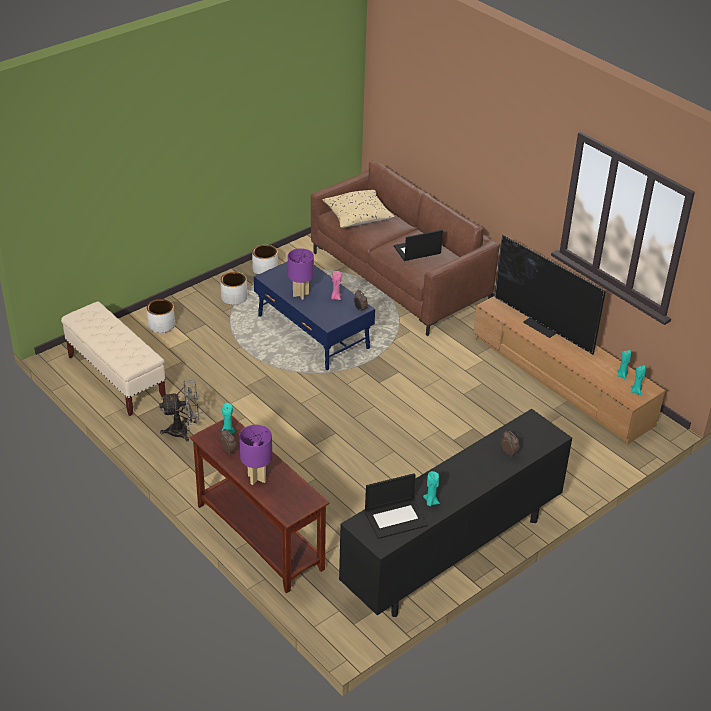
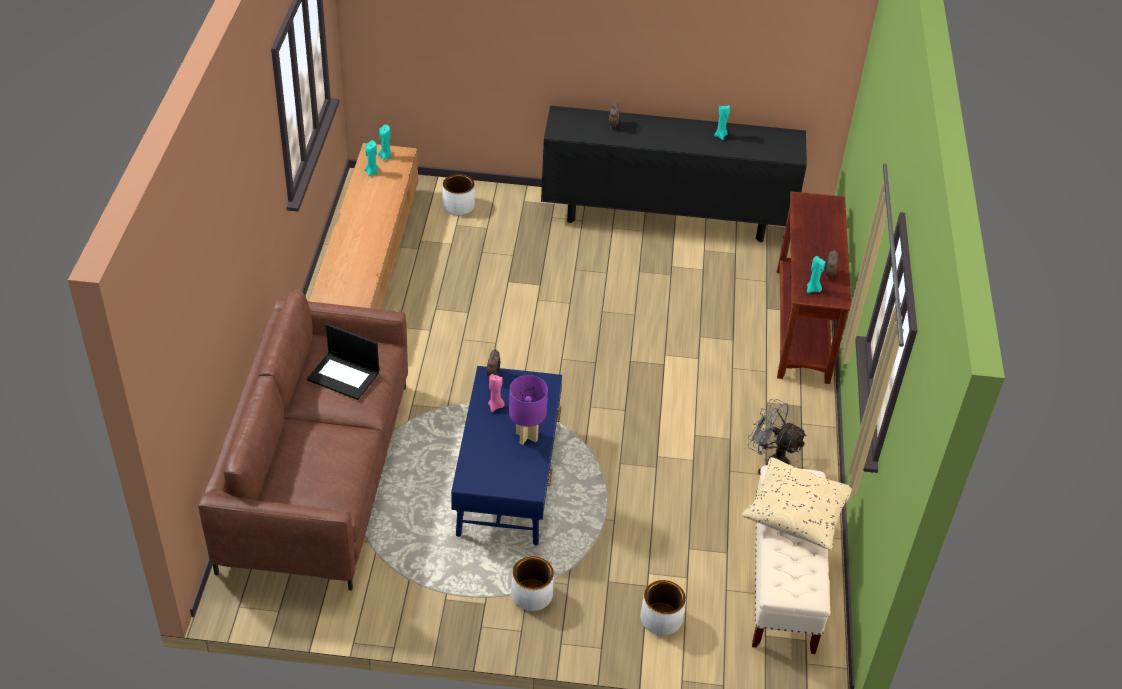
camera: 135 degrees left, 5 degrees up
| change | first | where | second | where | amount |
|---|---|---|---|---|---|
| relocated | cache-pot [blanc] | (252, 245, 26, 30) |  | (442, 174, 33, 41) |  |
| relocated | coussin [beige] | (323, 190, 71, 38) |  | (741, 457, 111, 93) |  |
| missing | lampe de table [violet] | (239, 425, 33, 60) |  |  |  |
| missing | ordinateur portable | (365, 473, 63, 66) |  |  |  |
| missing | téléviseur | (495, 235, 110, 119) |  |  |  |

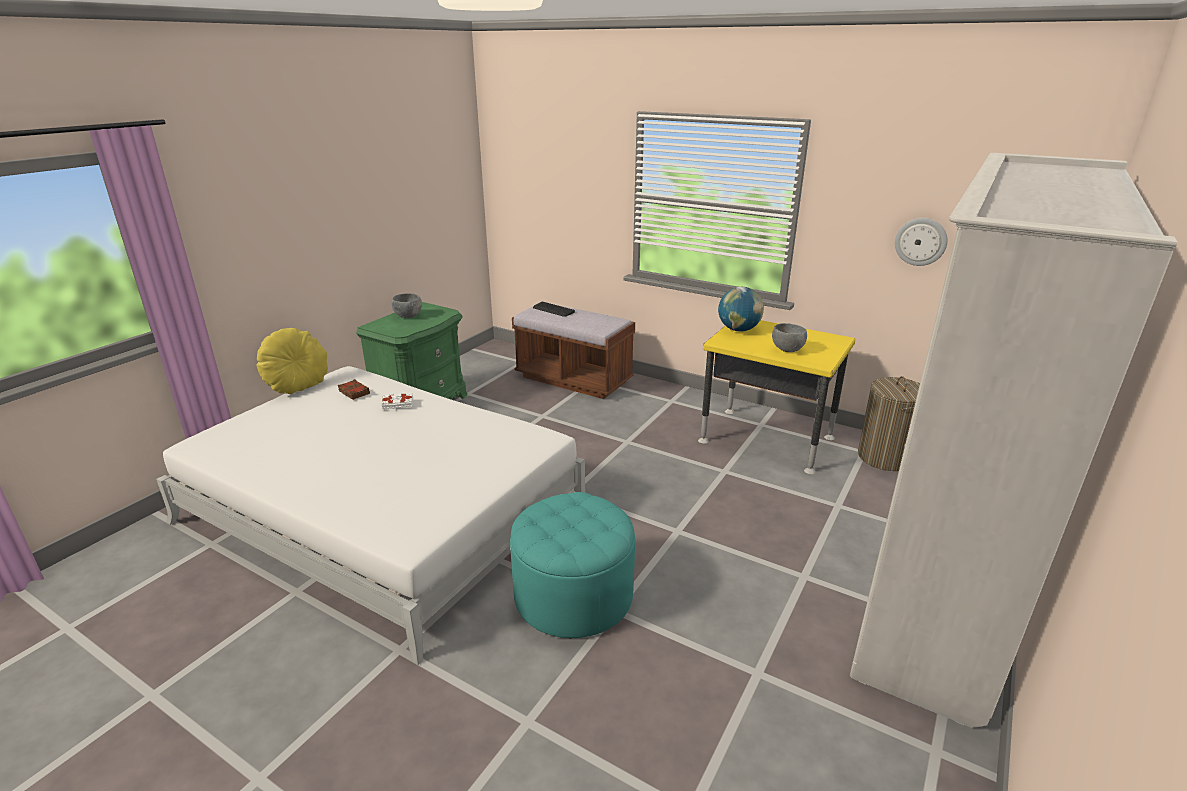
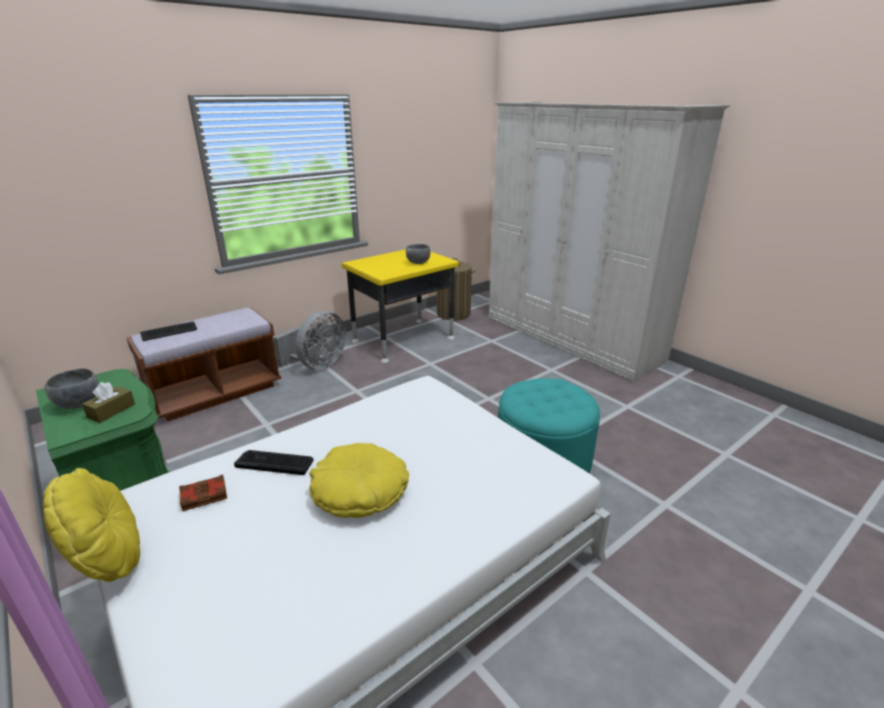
camera: 70 degrees left, 0 degrees up
| change | first | where | second | where | amount |
|---|---|---|---|---|---|
| appeared |  |  | boîte à mouchoirs [marron] | (82, 382, 53, 41) |  |
| exchanged | livre [blanc] | (381, 392, 32, 18) | clavier | (234, 450, 80, 25) |  |
| appeared |  |  | ventilateur [gris] | (273, 310, 73, 60) |  |
| appeared |  |  | coussin [jaune] | (309, 443, 100, 75) |  |
| missing | globe | (718, 287, 46, 45) |  |  |  |
| missing | horloge murale | (895, 218, 53, 48) |  |  |  |

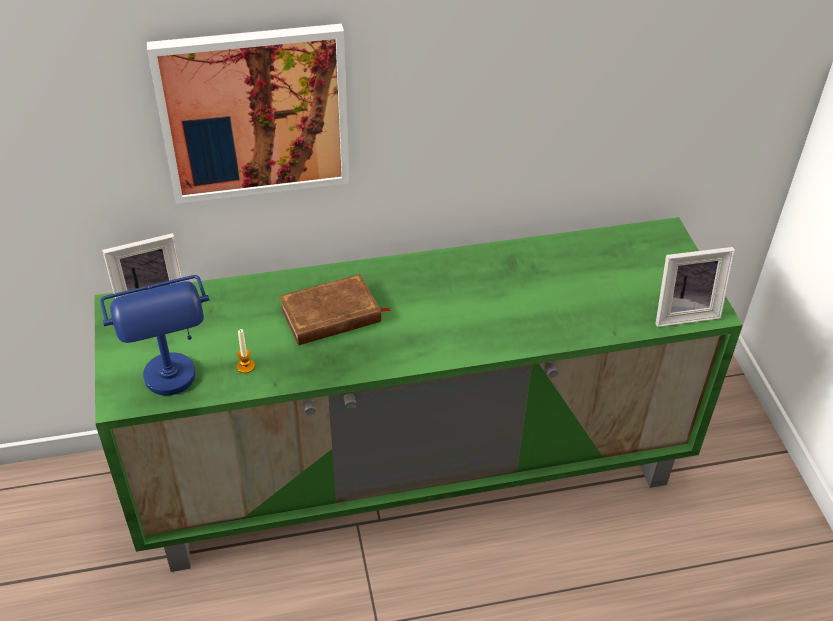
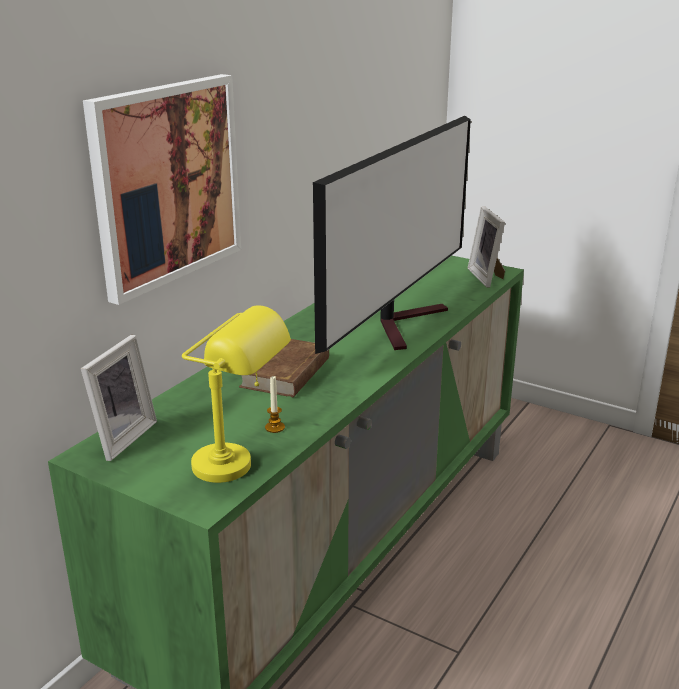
camera: 45 degrees left, 20 degrees down
| change | first | where | second | where | amount |
|---|---|---|---|---|---|
| colour | lampe de table [bleu] | (100, 275, 109, 121) | lampe de table [jaune] | (182, 305, 109, 178) |  |
| appeared |  |  | téléviseur | (313, 116, 158, 238) |  |
| spun | cadre photo | (655, 247, 80, 80) |  | (468, 206, 37, 82) | 135 degrees clockwise |

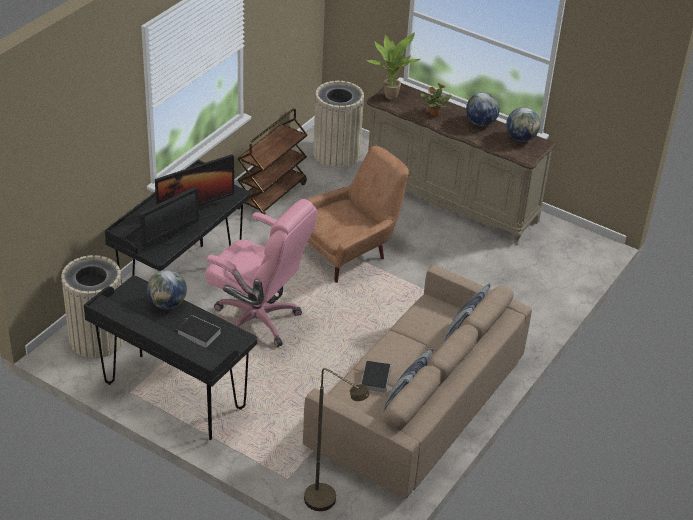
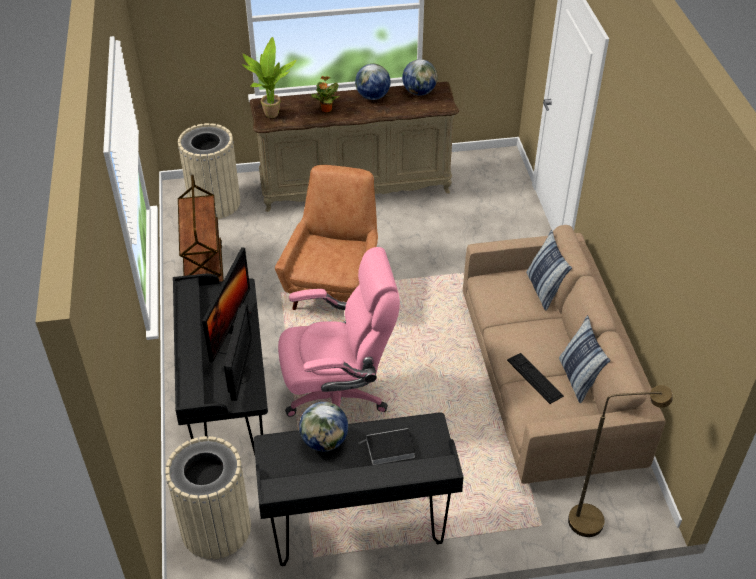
camera: 40 degrees left, 5 degrees up
| change | first | where | second | where | amount |
|---|---|---|---|---|---|
| exchanged | livre | (361, 361, 30, 32) | clavier | (507, 353, 57, 51) |  |

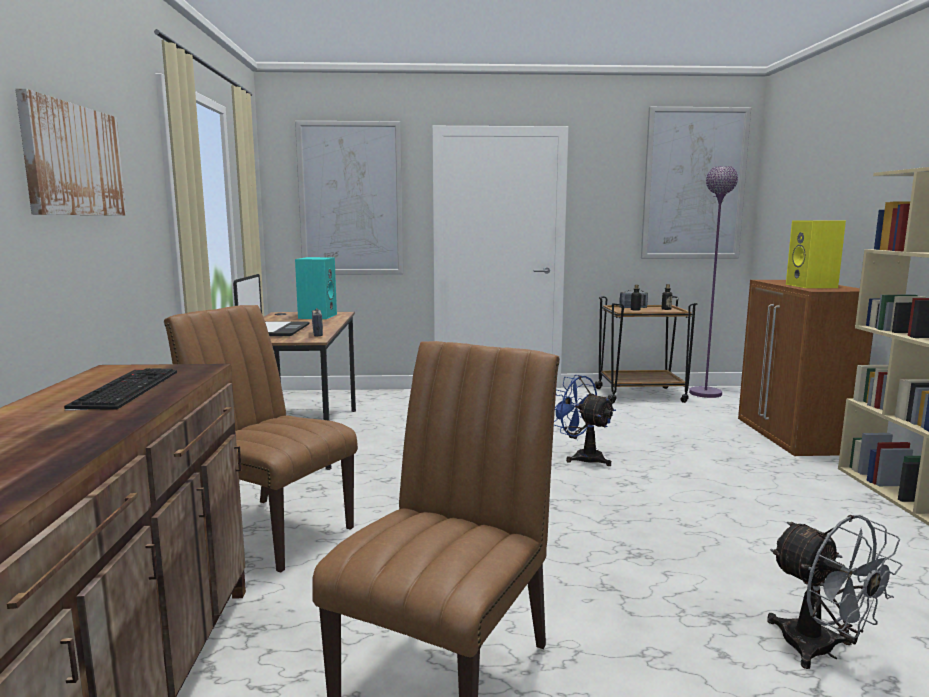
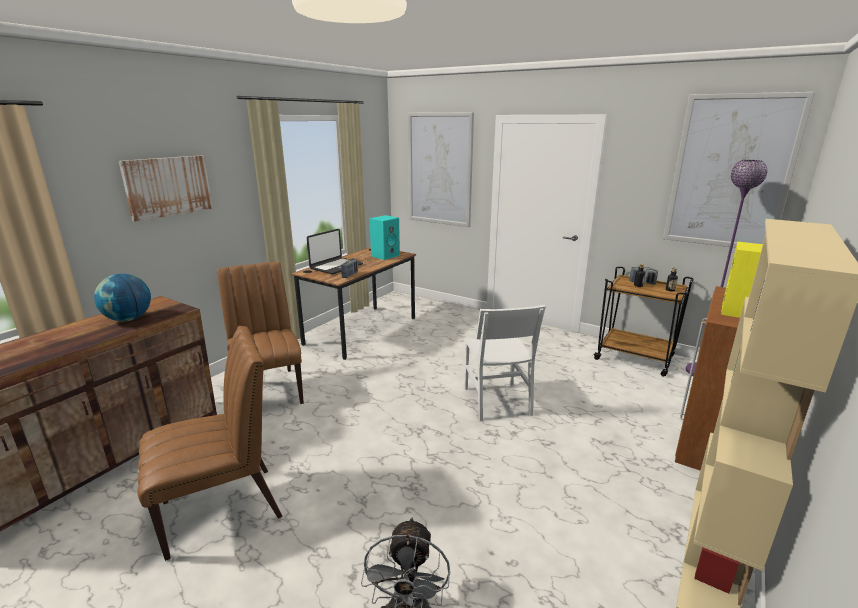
camera: 35 degrees right, 10 degrees up
| change | first | where | second | where | amount |
|---|---|---|---|---|---|
| exchanged | clavier | (64, 368, 113, 43) | globe | (94, 274, 57, 47) |  |
| exchanged | ventilateur [bleu] | (554, 375, 62, 91) | chaise [blanc] | (464, 305, 82, 116) |  |

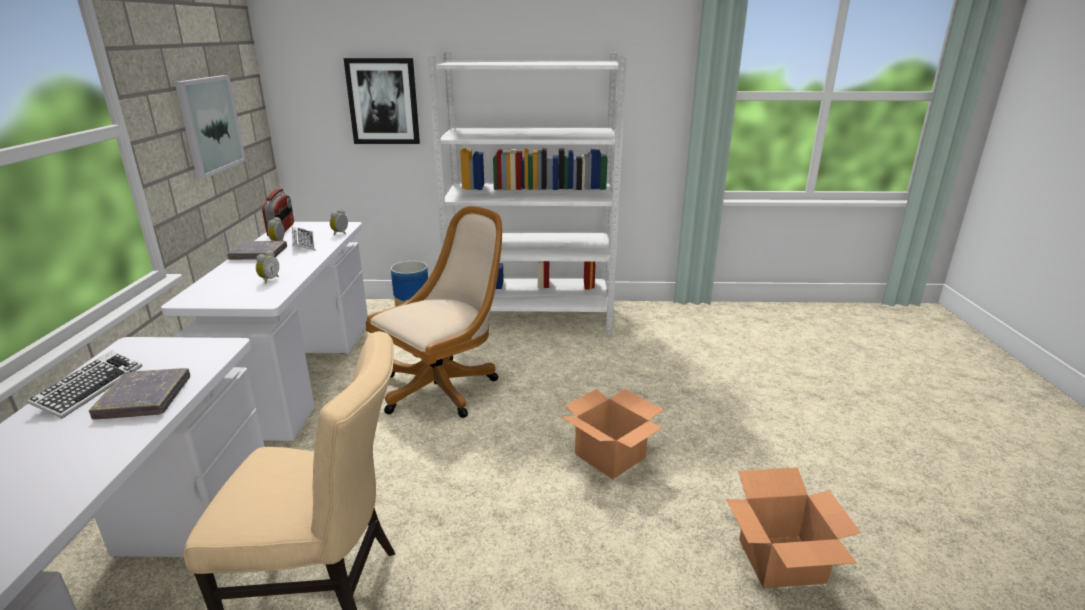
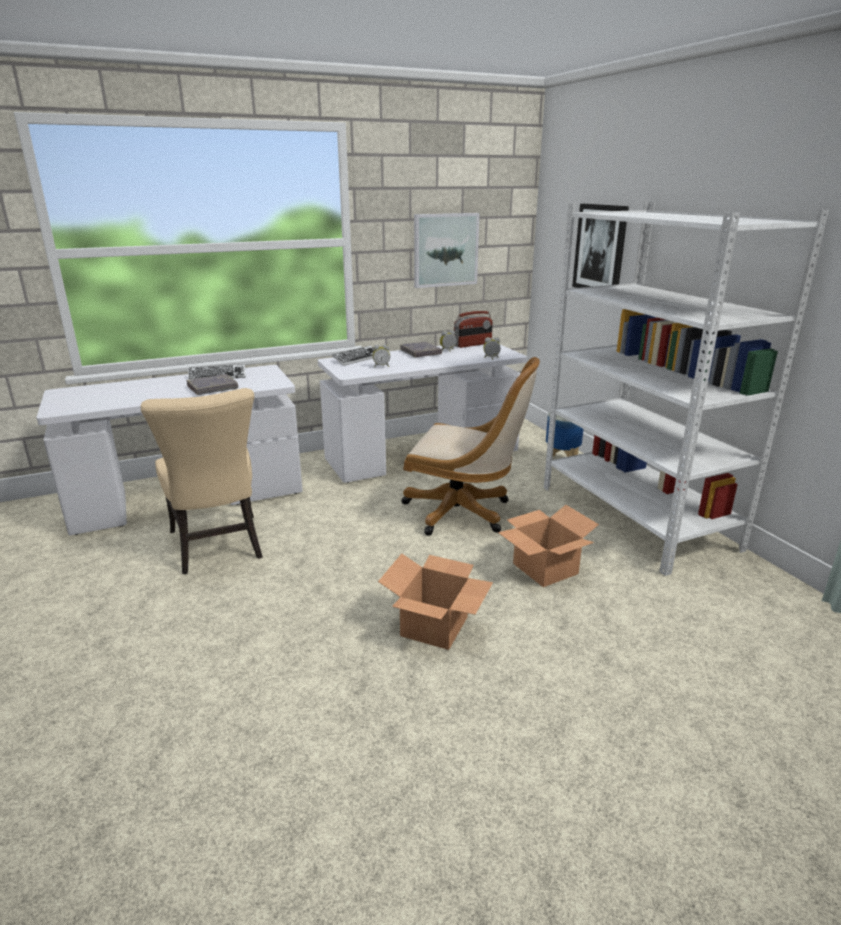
camera: 65 degrees right, 0 degrees up
| change | first | where | second | where | amount |
|---|---|---|---|---|---|
| relocated | clavier | (292, 227, 24, 24) |  | (332, 346, 42, 20) |  |
| relocated | carton | (726, 467, 135, 121) |  | (498, 505, 101, 82) |  |

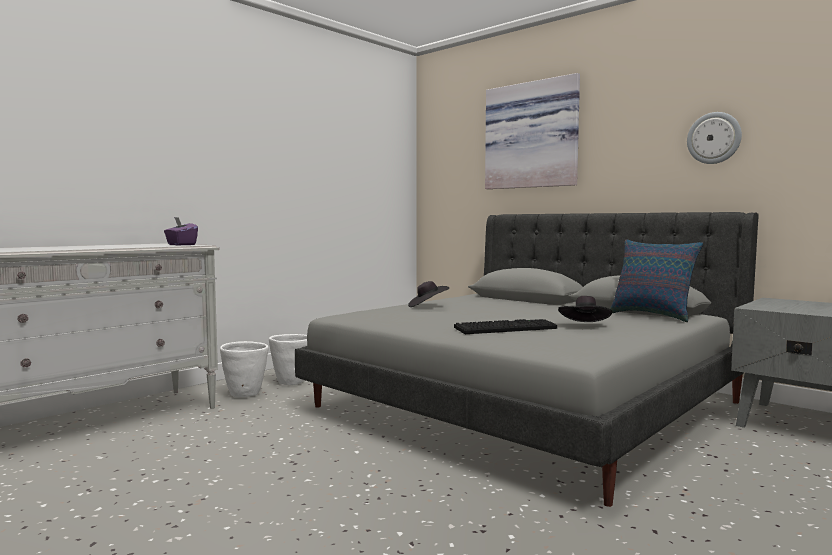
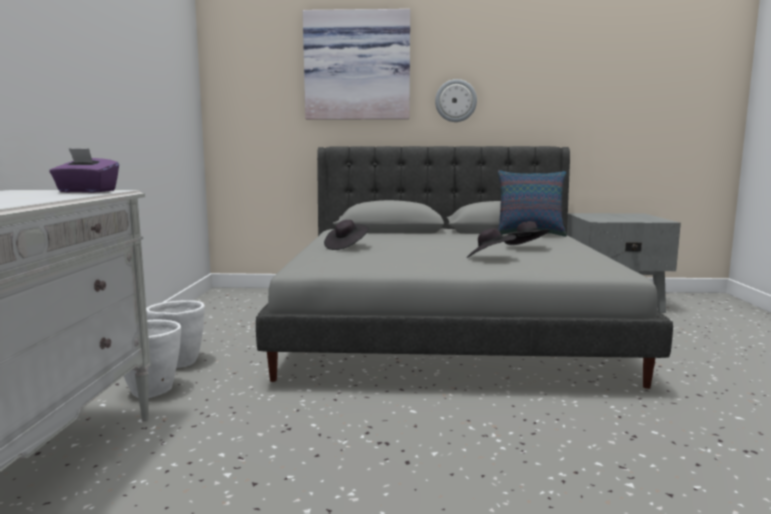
camera: 40 degrees left, 5 degrees up
| change | first | where | second | where | amount |
|---|---|---|---|---|---|
| relocated | horloge murale | (687, 112, 55, 52) |  | (435, 79, 42, 43) |  |
| exchanged | clavier | (454, 319, 103, 15) | chapeau [noir] | (467, 228, 49, 30) |  |

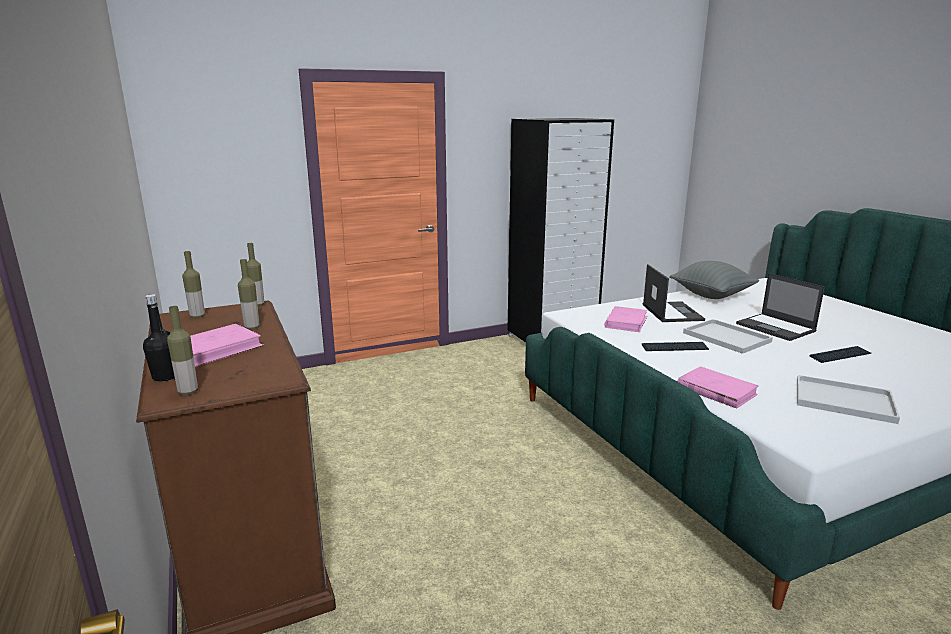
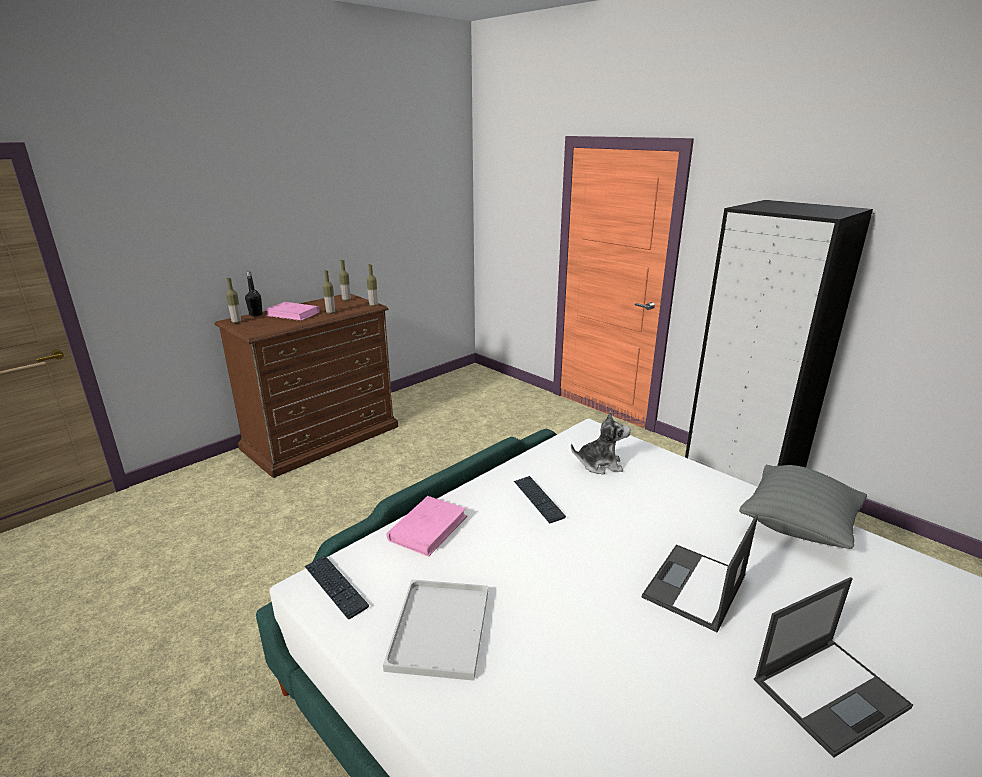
camera: 70 degrees right, 5 degrees up
| change | first | where | second | where | amount |
|---|---|---|---|---|---|
| relocated | clavier | (809, 346, 62, 17) |  | (305, 555, 64, 64) |  |
| exchanged | livre [rose] | (605, 306, 42, 26) | peluche | (571, 411, 60, 63) |  |
| relocated | ordinateur portable | (643, 264, 62, 58) |  | (754, 577, 159, 181) |  |
| missing | plateau [blanc] | (683, 319, 90, 35) |  |  |  |

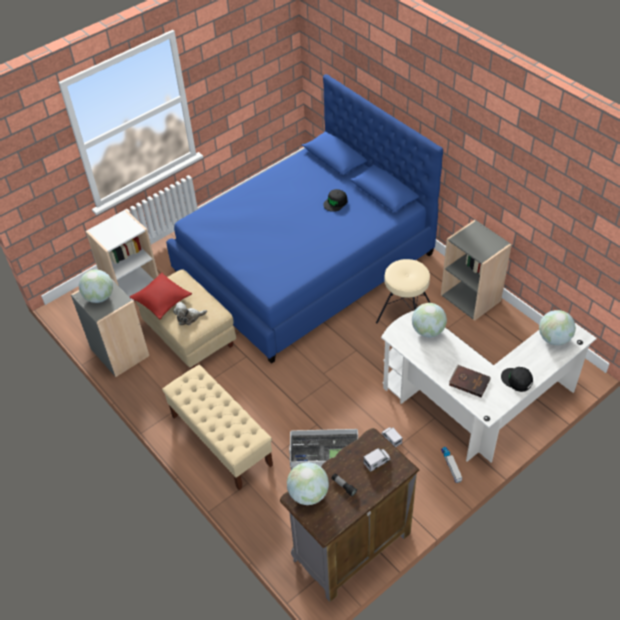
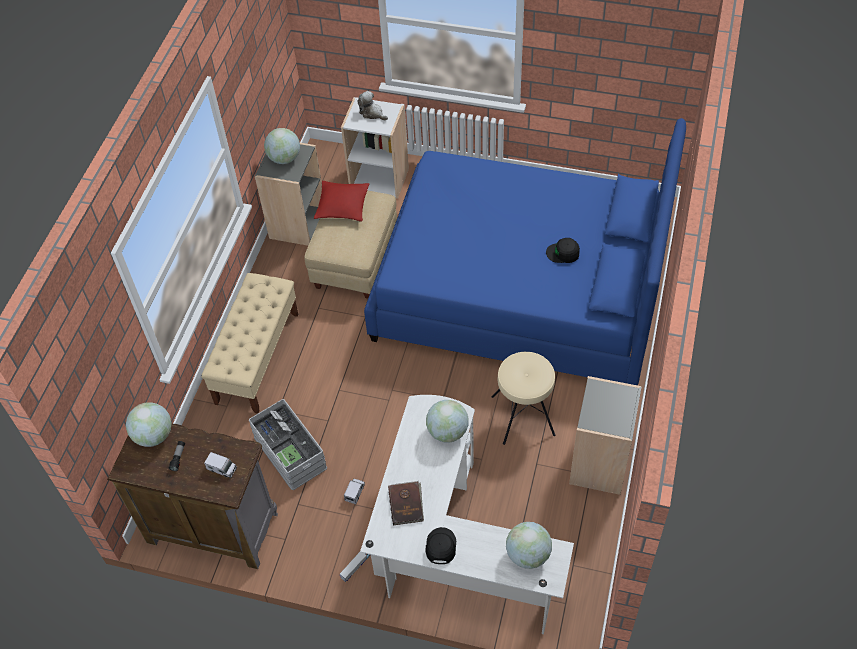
camera: 55 degrees right, 5 degrees up
| change | first | where | second | where | amount |
|---|---|---|---|---|---|
| relocated | peluche | (173, 302, 34, 23) |  | (357, 91, 31, 29) |  |

